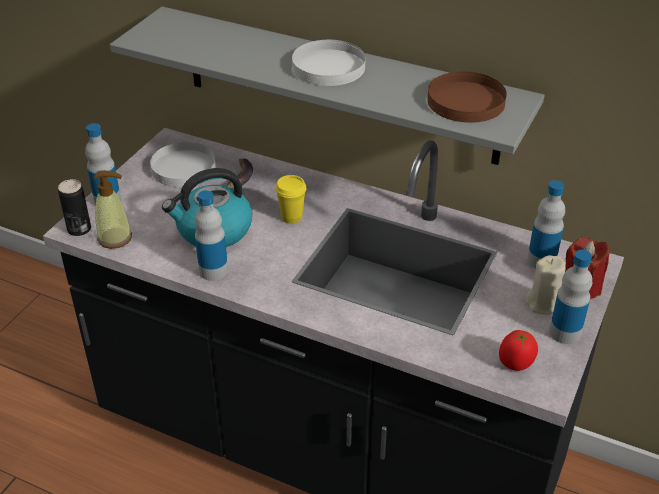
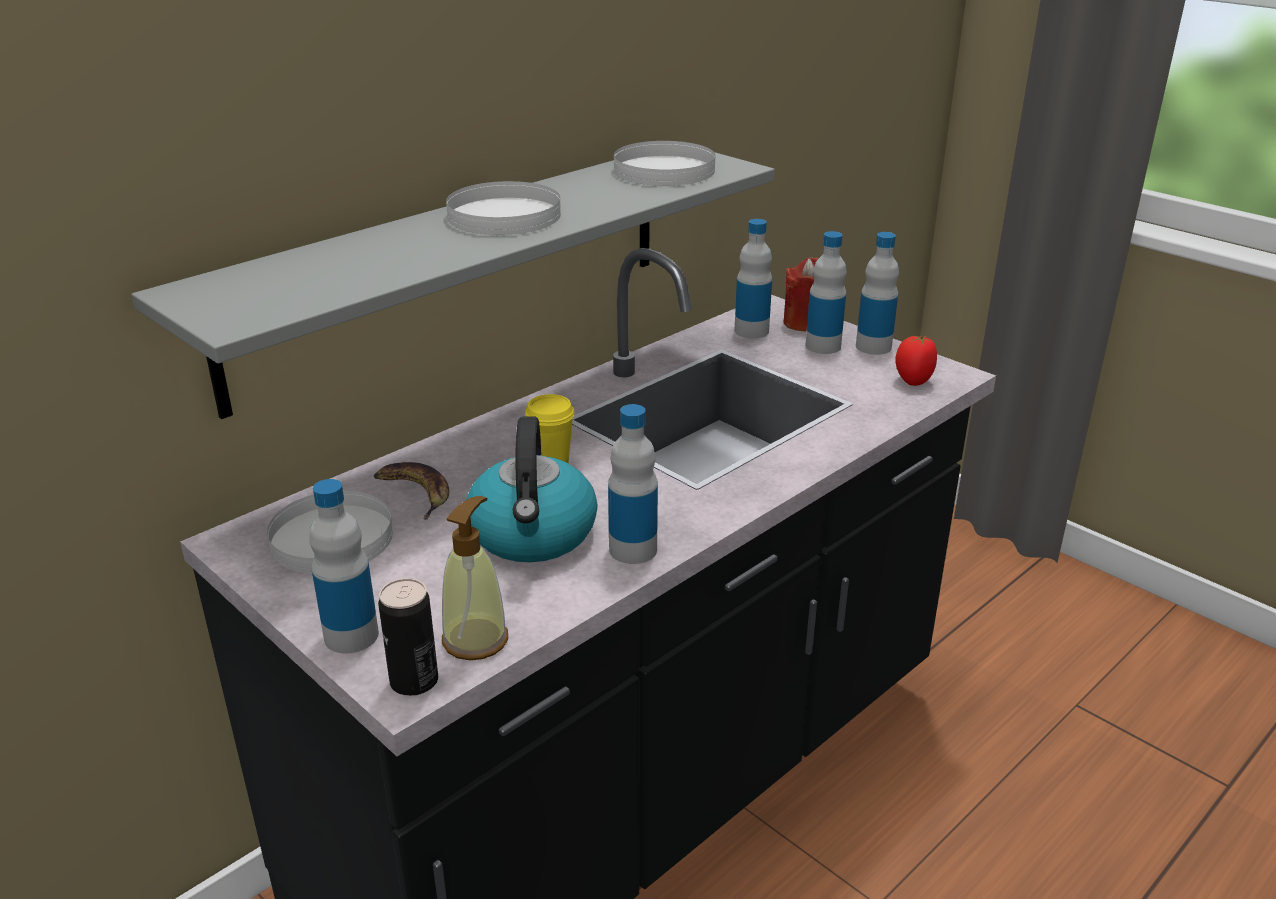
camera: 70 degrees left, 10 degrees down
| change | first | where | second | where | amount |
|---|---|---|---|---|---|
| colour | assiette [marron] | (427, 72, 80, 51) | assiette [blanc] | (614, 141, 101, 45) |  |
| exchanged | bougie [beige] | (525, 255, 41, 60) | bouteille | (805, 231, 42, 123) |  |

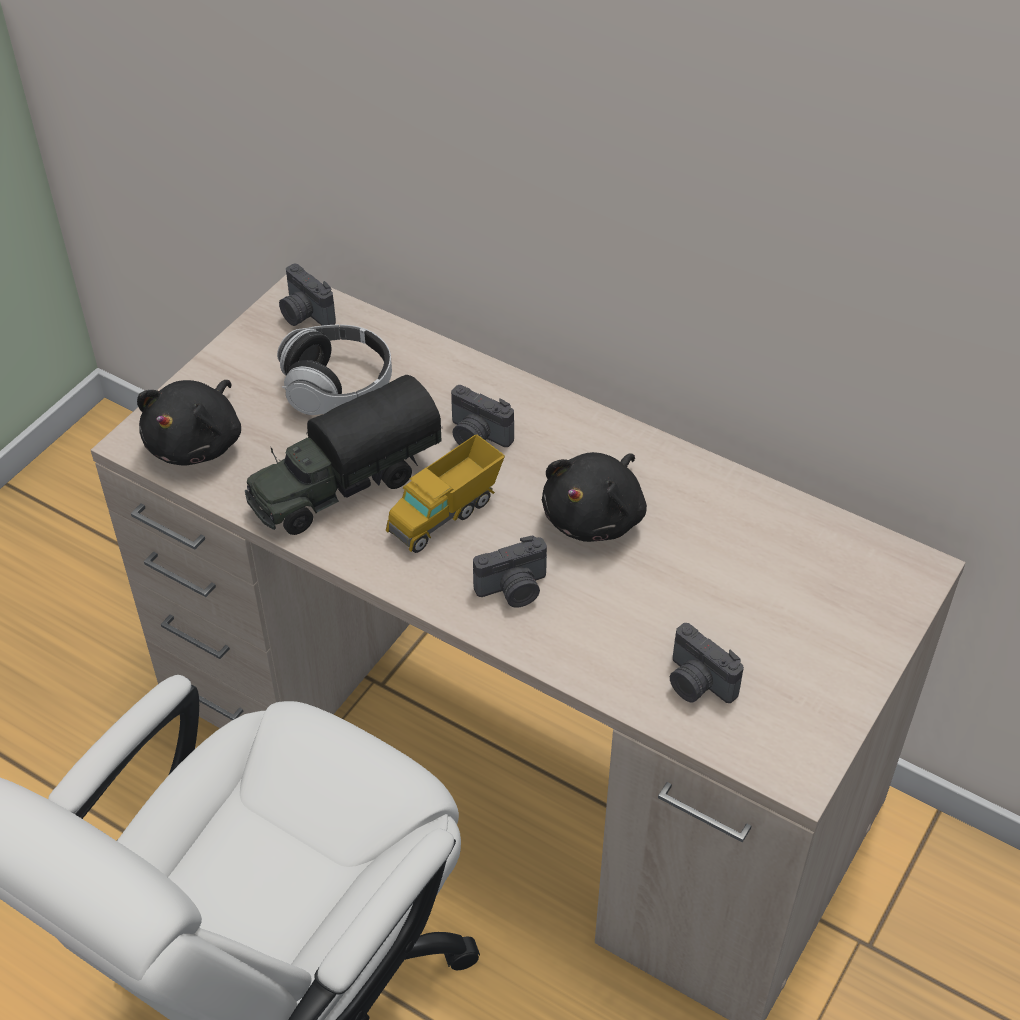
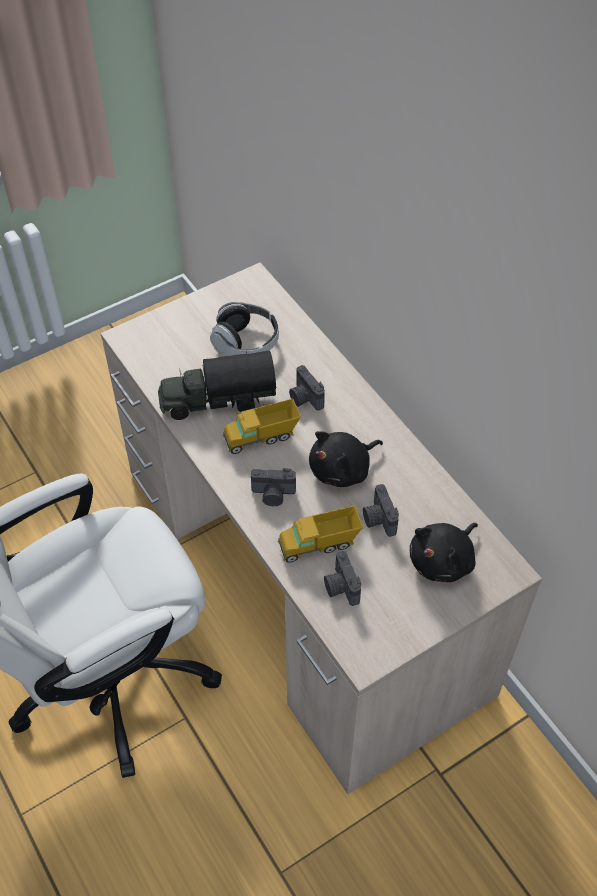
camera: 25 degrees right, 5 degrees up
| change | first | where | second | where | amount |
|---|---|---|---|---|---|
| appeared |  |  | camion jouet | (278, 506, 85, 57) |  |
| relocated | appareil photo | (279, 264, 57, 62) |  | (363, 484, 36, 53) |  |
| relocated | peluche [noir] | (137, 380, 104, 86) |  | (410, 523, 68, 59) |  |

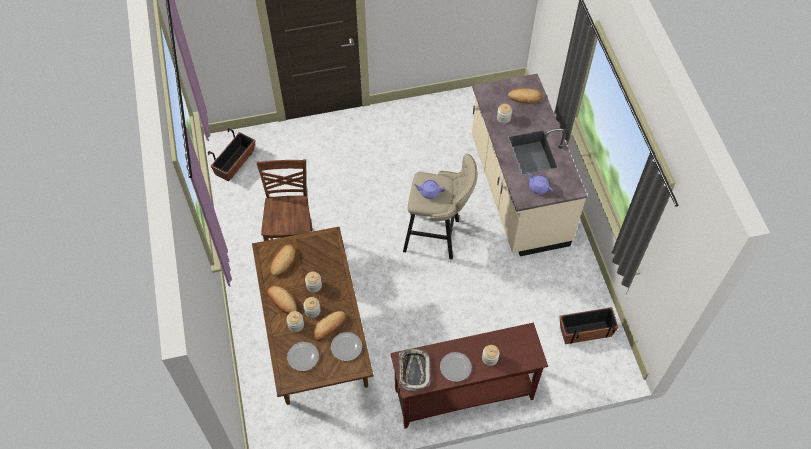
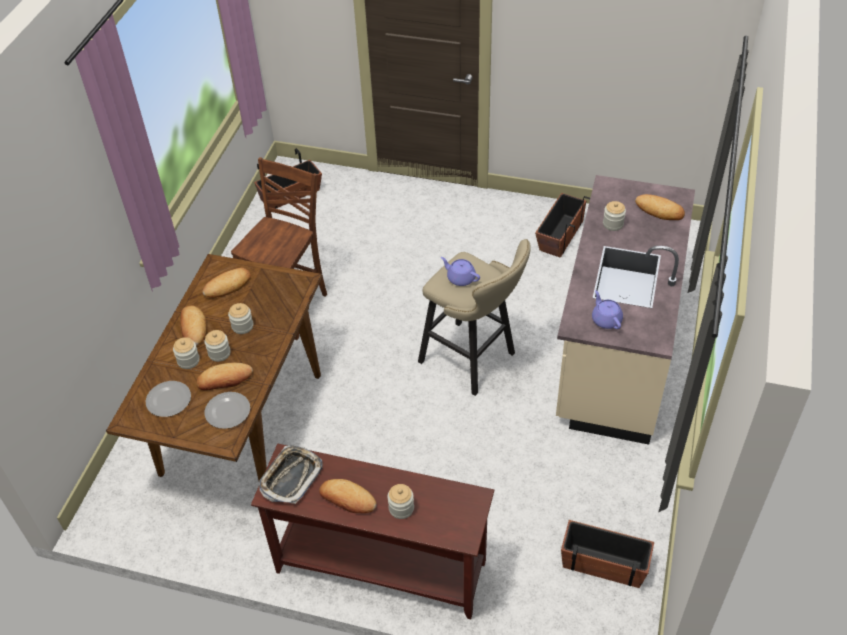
camera: 30 degrees right, 10 degrees down
| change | first | where | second | where | amount |
|---|---|---|---|---|---|
| exchanged | assiette | (440, 352, 32, 30) | pain | (319, 479, 58, 34) |  |
| appeared |  |  | cache-pot | (535, 193, 55, 65) |  |

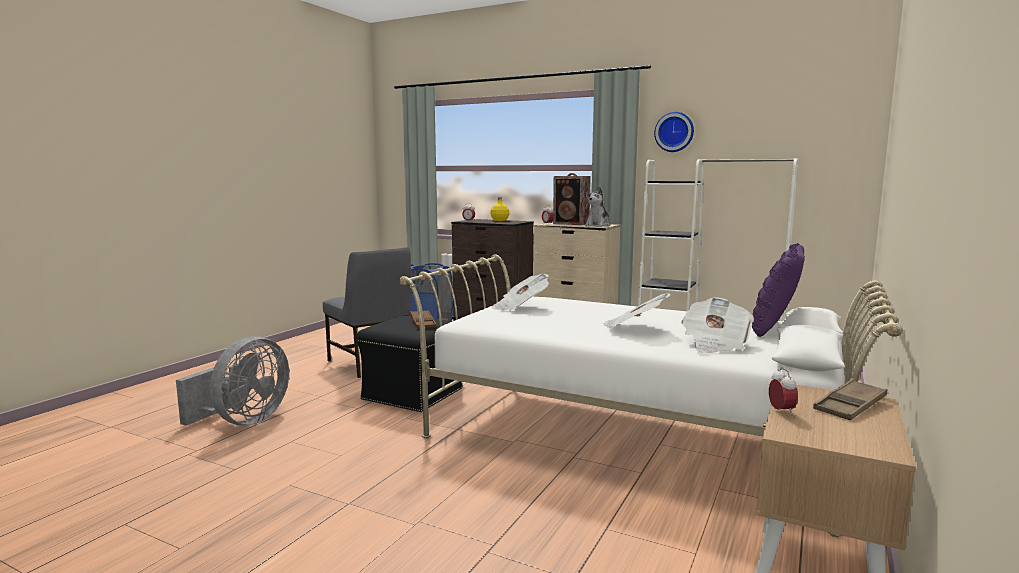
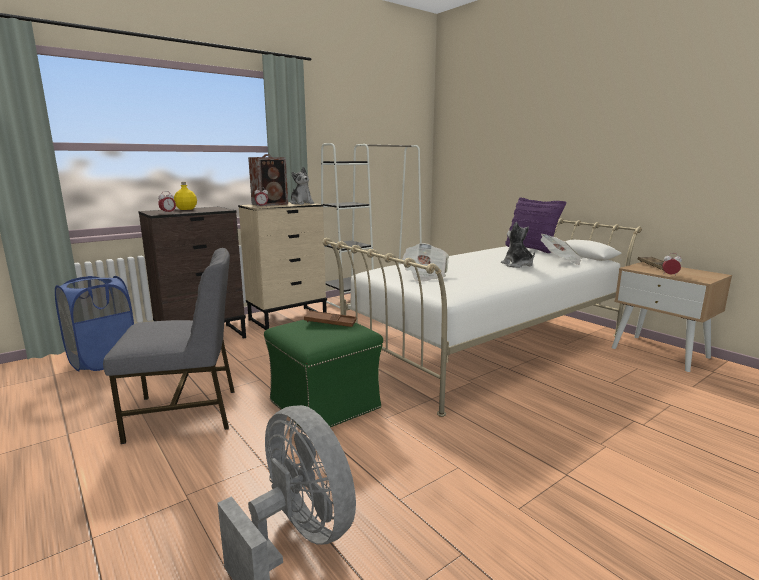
camera: 65 degrees left, 5 degrees up
| change | first | where | second | where | amount |
|---|---|---|---|---|---|
| colour | pouf [noir] | (356, 316, 107, 97) | pouf [vert] | (264, 320, 119, 109) |  |
| exchanged | journal | (603, 293, 67, 35) | peluche | (501, 222, 34, 46) |  |
| missing | horloge murale | (654, 112, 40, 40) |  |  |  |

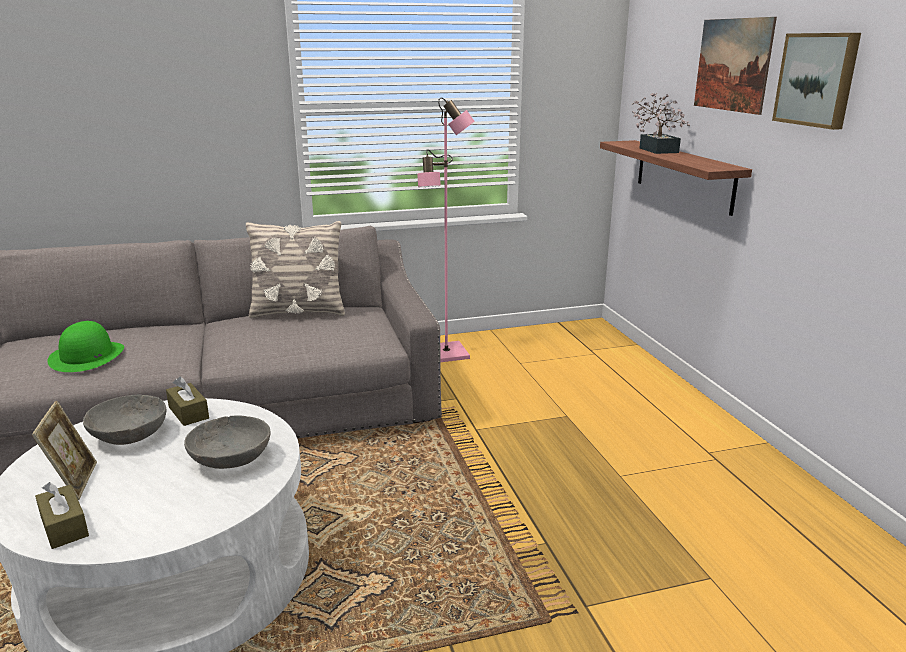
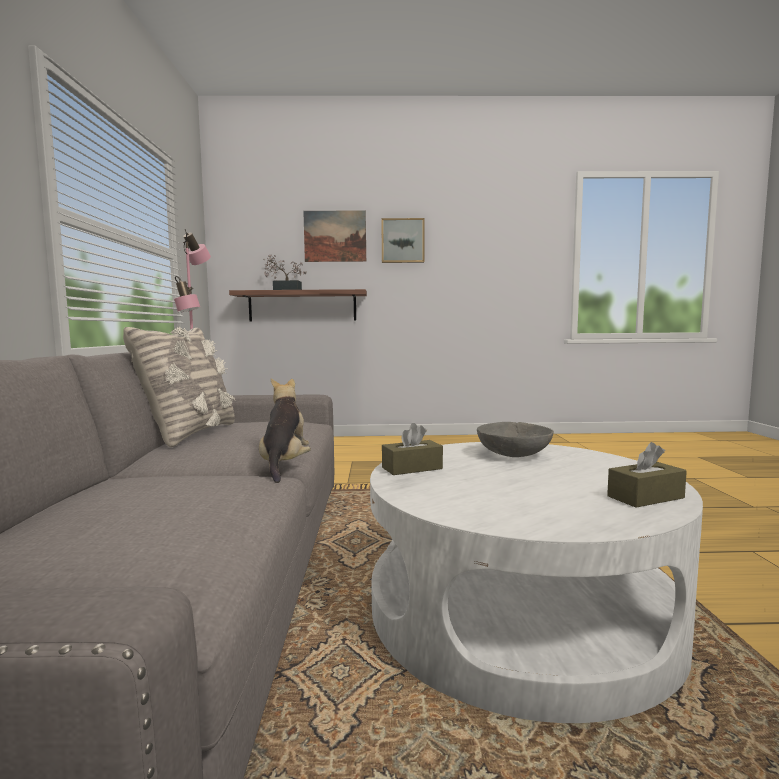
camera: 75 degrees left, 15 degrees down
| change | first | where | second | where | amount |
|---|---|---|---|---|---|
| appeared |  |  | peluche | (259, 378, 52, 105) |  |
| missing | cadre photo | (32, 401, 65, 99) |  |  |  |
| missing | chapeau [vert] | (47, 321, 77, 51) |  |  |  |
| missing | bol [gris] | (83, 395, 83, 50) |  |  |  |

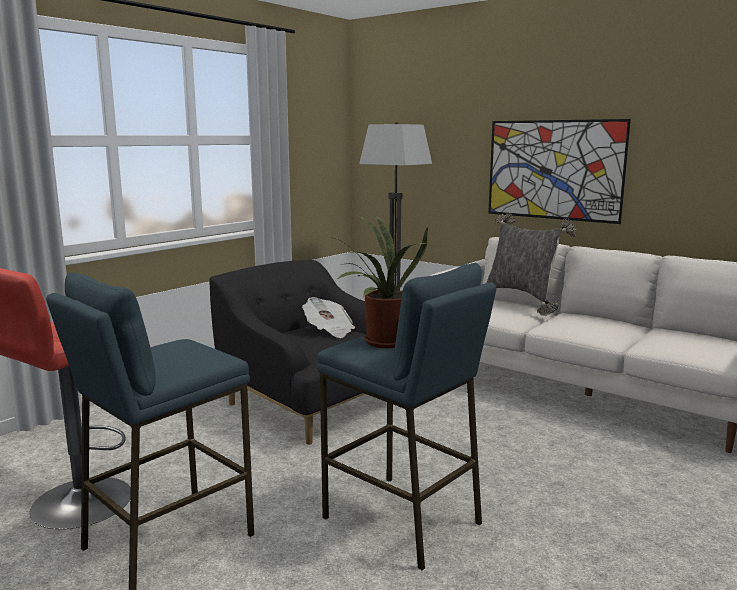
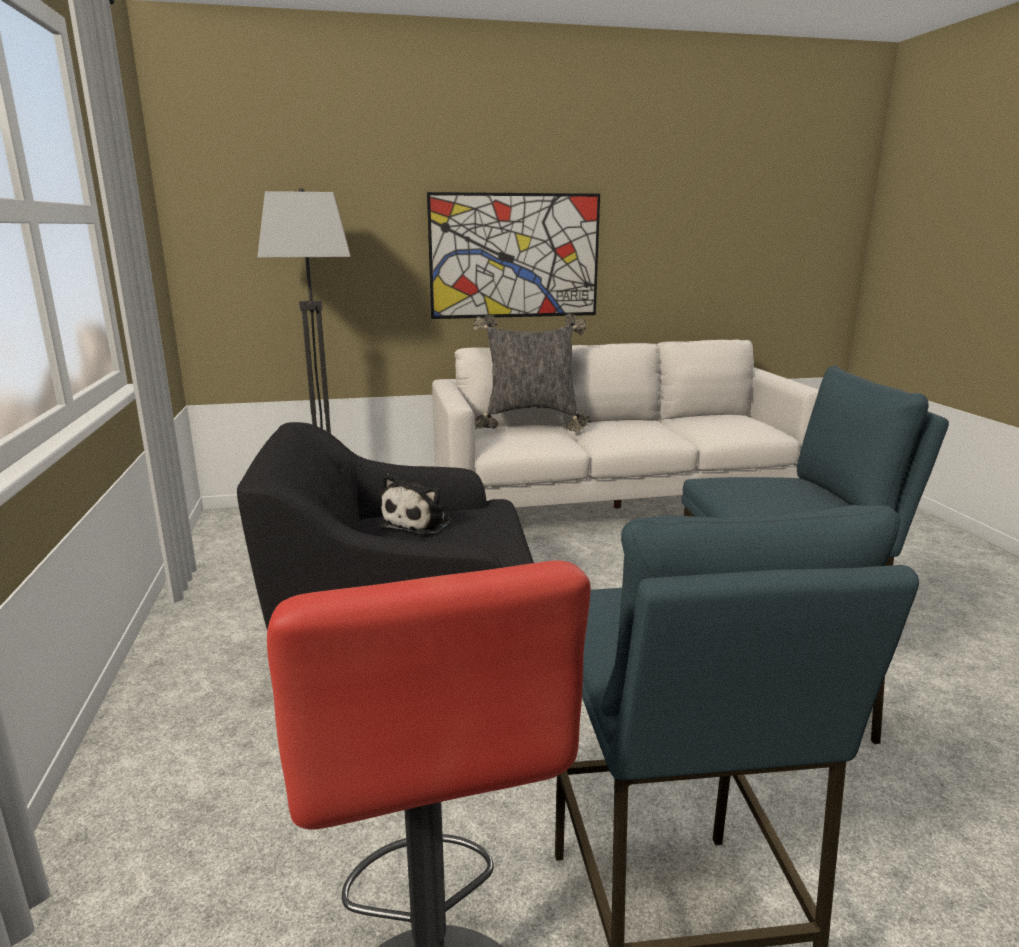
camera: 50 degrees left, 5 degrees up
| change | first | where | second | where | amount |
|---|---|---|---|---|---|
| exchanged | journal | (302, 297, 53, 41) | peluche | (379, 474, 71, 61) |  |
| missing | plante en pot | (330, 213, 99, 135) |  |  |  |

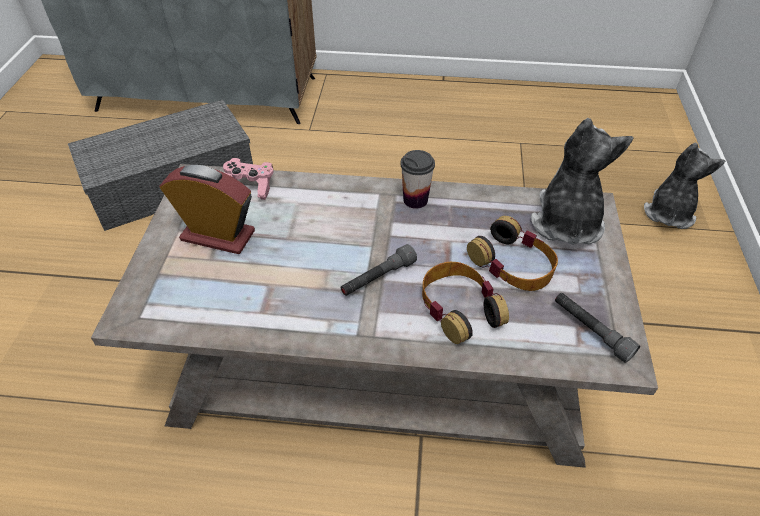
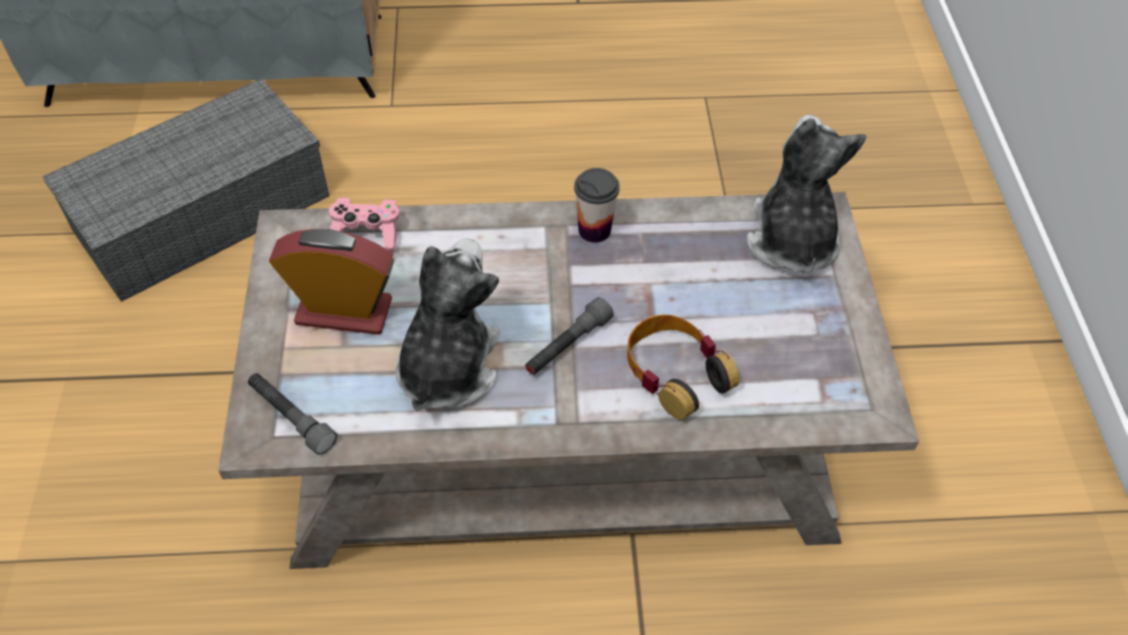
camera: 10 degrees left, 5 degrees up
| change | first | where | second | where | amount |
|---|---|---|---|---|---|
| relocated | lampe de poche [gris] | (555, 293, 85, 70) |  | (248, 373, 89, 82) |  |
| relocated | peluche | (644, 142, 81, 87) |  | (396, 238, 104, 174) |  |
| missing | casque audio | (467, 216, 91, 75) |  |  |  |

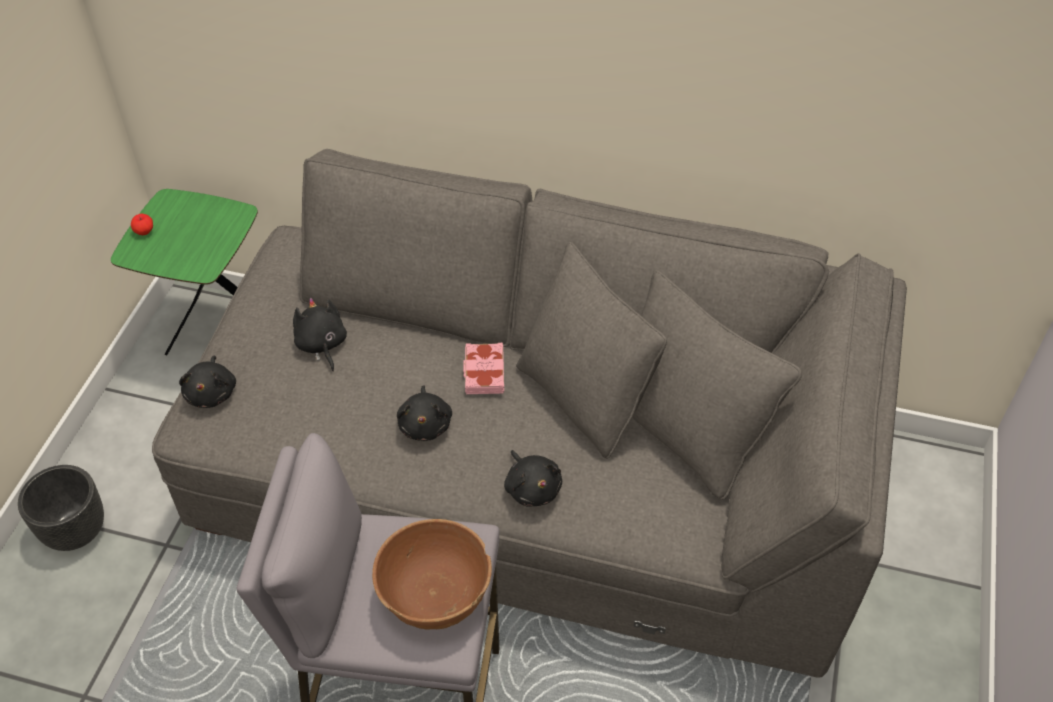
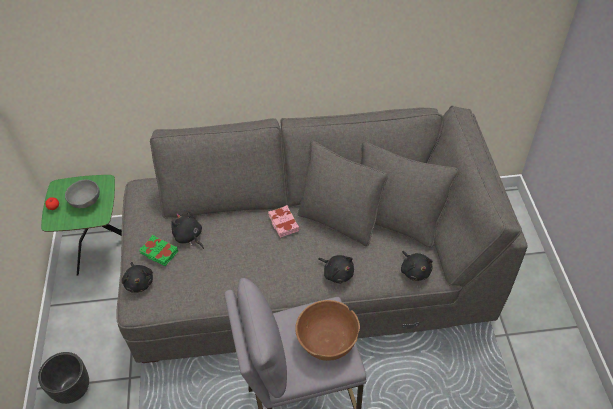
camera: 20 degrees left, 0 degrees up
| change | first | where | second | where | amount |
|---|---|---|---|---|---|
| appeared |  |  | bol [gris] | (65, 180, 35, 28) |  |
| appeared |  |  | livre [vert] | (139, 235, 39, 31) |  |
| relocated | peluche [noir] | (397, 385, 55, 56) |  | (401, 251, 32, 30) |  |

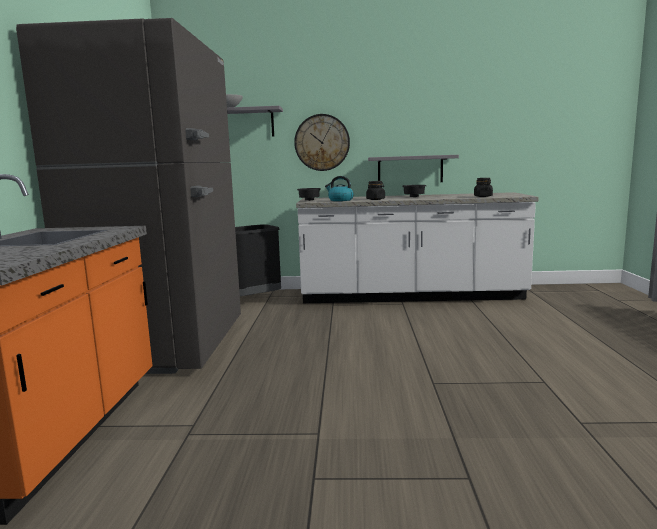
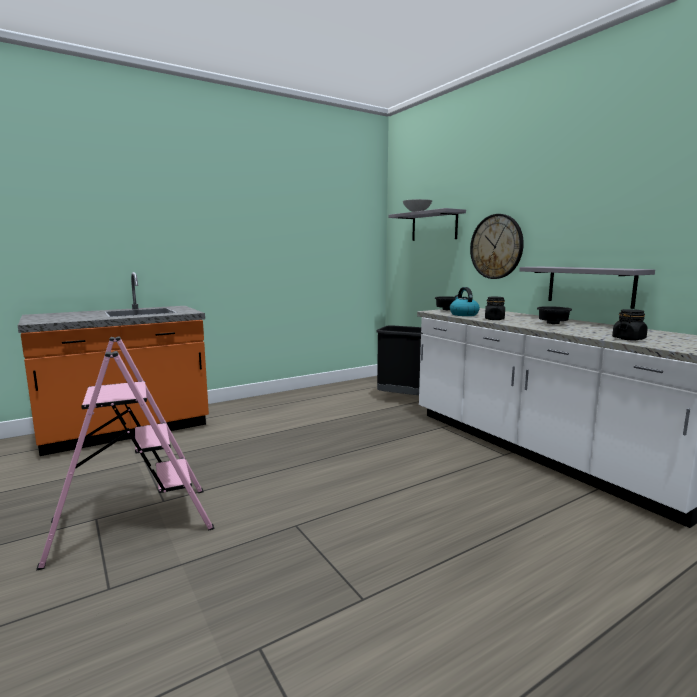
camera: 55 degrees right, 0 degrees up
| change | first | where | second | where | amount |
|---|---|---|---|---|---|
| appeared |  |  | escabeau [rose] | (36, 336, 178, 235) |  |
| missing | réfrigérateur [gris] | (16, 18, 225, 356) |  |  |  |

